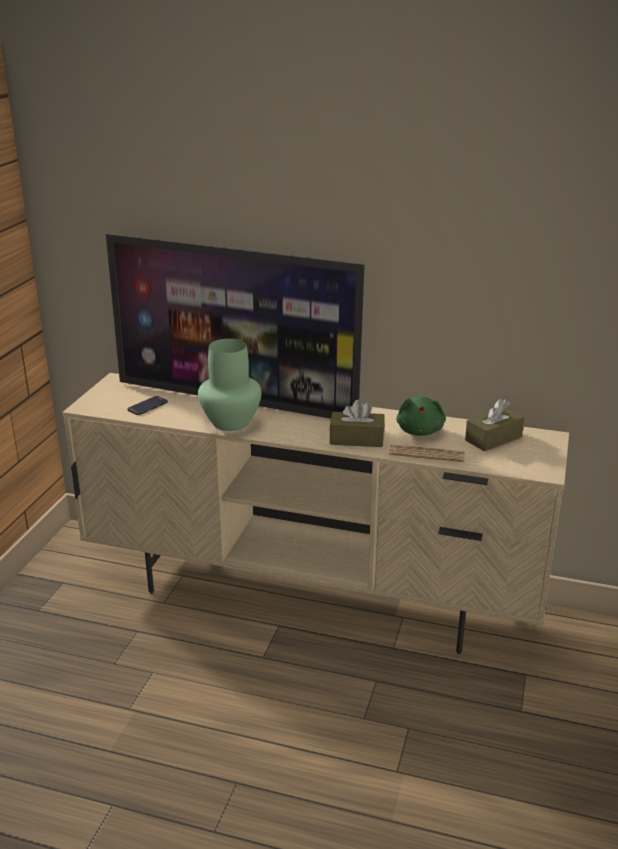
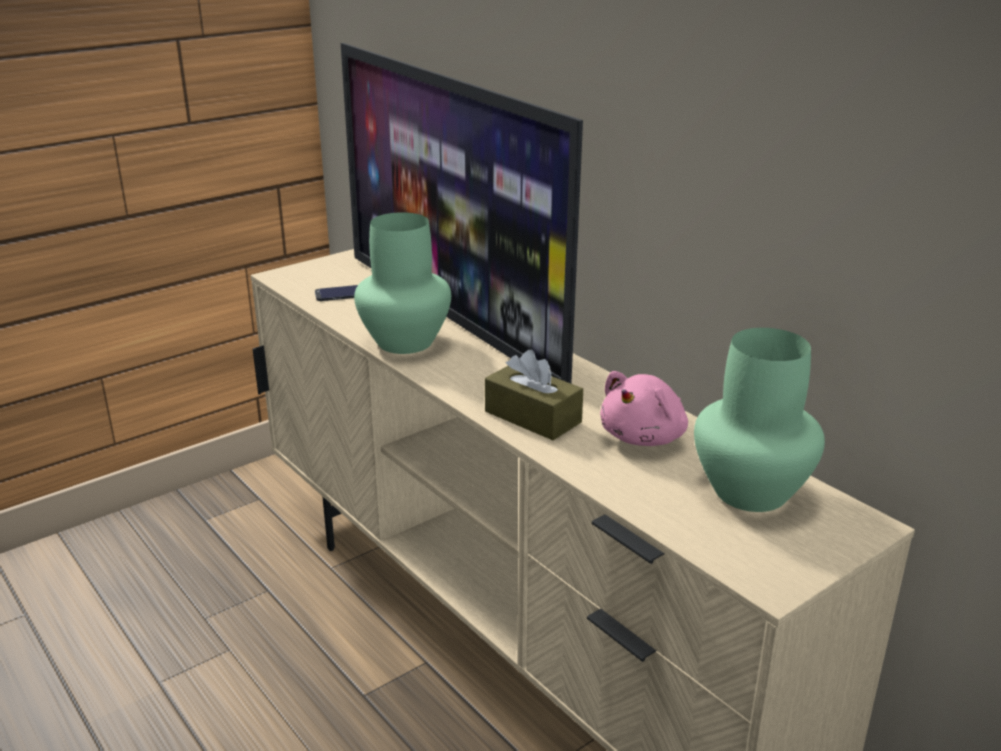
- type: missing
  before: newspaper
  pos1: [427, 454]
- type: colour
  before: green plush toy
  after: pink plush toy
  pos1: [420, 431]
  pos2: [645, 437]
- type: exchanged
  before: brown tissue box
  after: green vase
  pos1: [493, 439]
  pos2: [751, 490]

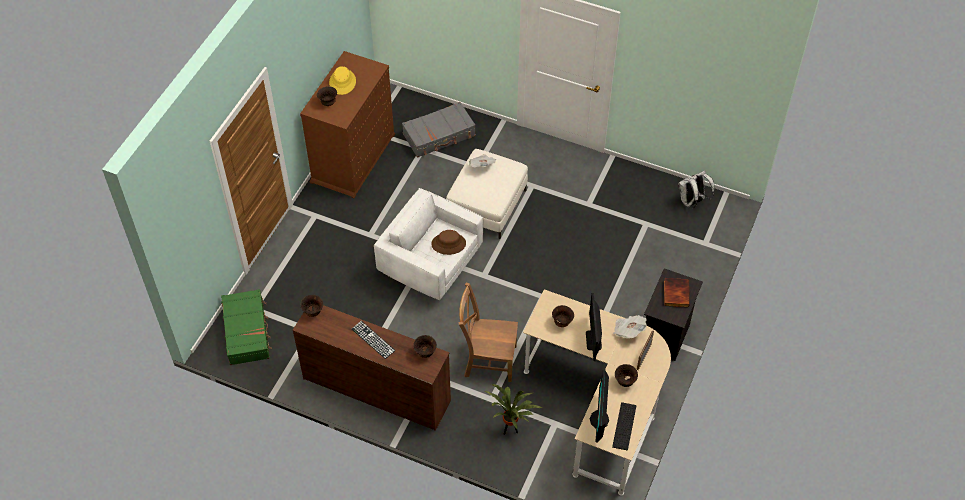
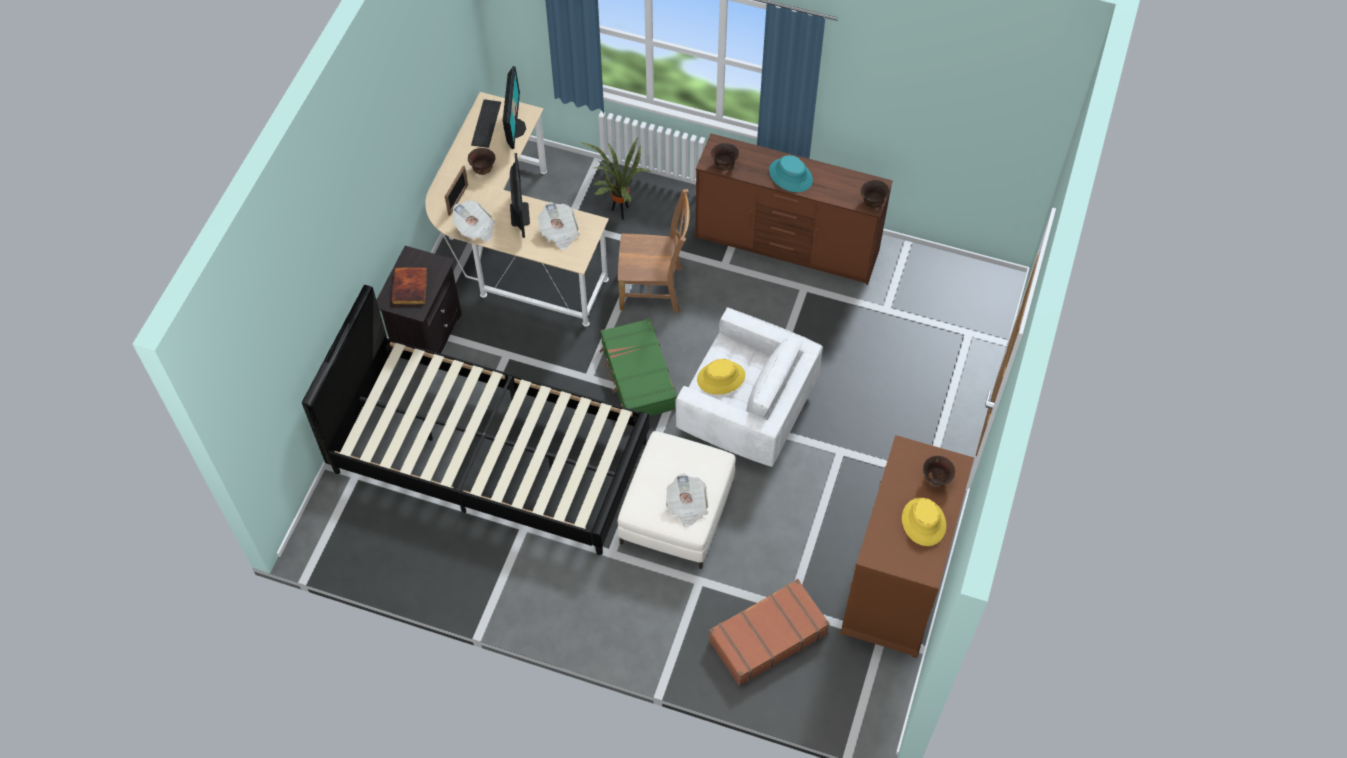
- type: relocated
  before: green suitcase
  pos1: [247, 331]
  pos2: [638, 377]
- type: exchanged
  before: keyboard
  after: turquoise hat
  pos1: [373, 340]
  pos2: [790, 175]
- type: colour
  before: grey suitcase
  after: brown suitcase
  pos1: [439, 135]
  pos2: [767, 636]
- type: colour
  before: brown hat
  after: yellow hat
  pos1: [448, 243]
  pos2: [721, 378]
- type: exchanged
  before: brown bowl
  after: newspaper
  pos1: [562, 322]
  pos2: [559, 233]
- type: missing
  before: white backpack
  pos1: [692, 202]
- type: appeared
  after: black bed
  pos2: [490, 456]

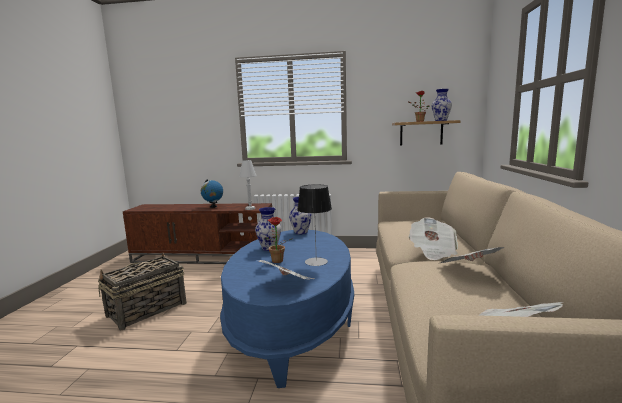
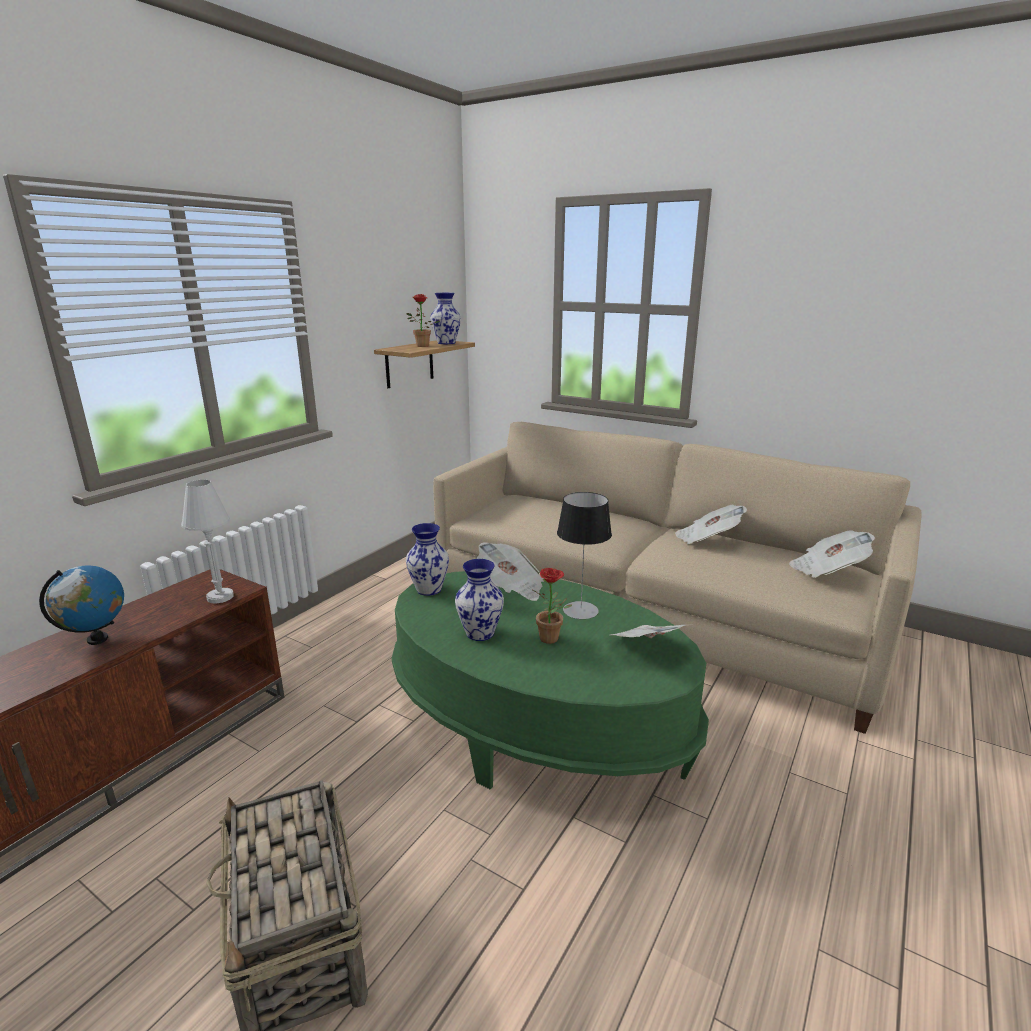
- type: colour
  before: blue coffee table
  after: green coffee table
  pos1: [292, 323]
  pos2: [536, 726]
- type: relocated
  before: newspaper
  pos1: [432, 251]
  pos2: [511, 587]

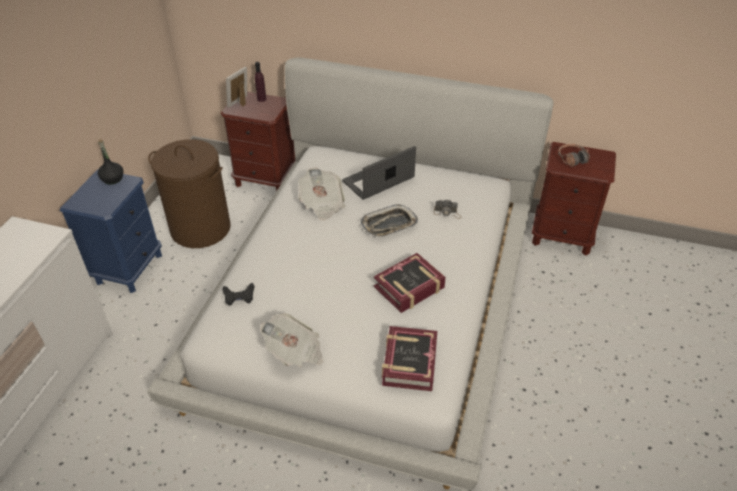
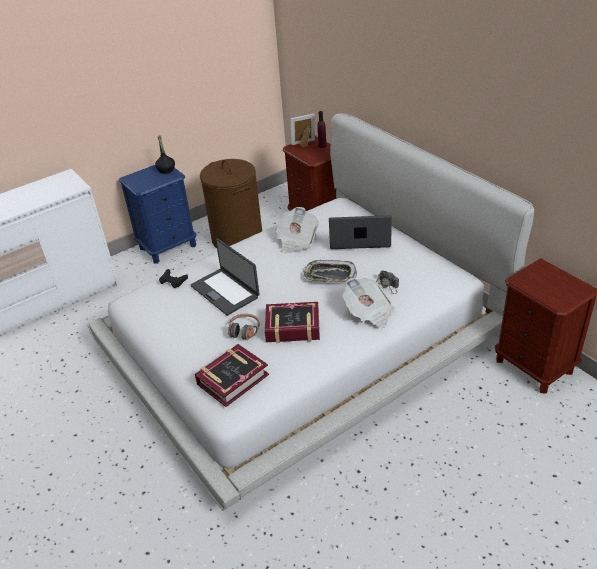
- type: relocated
  before: newspaper
  pos1: [295, 352]
  pos2: [368, 313]
- type: relocated
  before: headphones
  pos1: [572, 159]
  pos2: [244, 331]
- type: appeared
  after: laptop
  pos2: [225, 291]

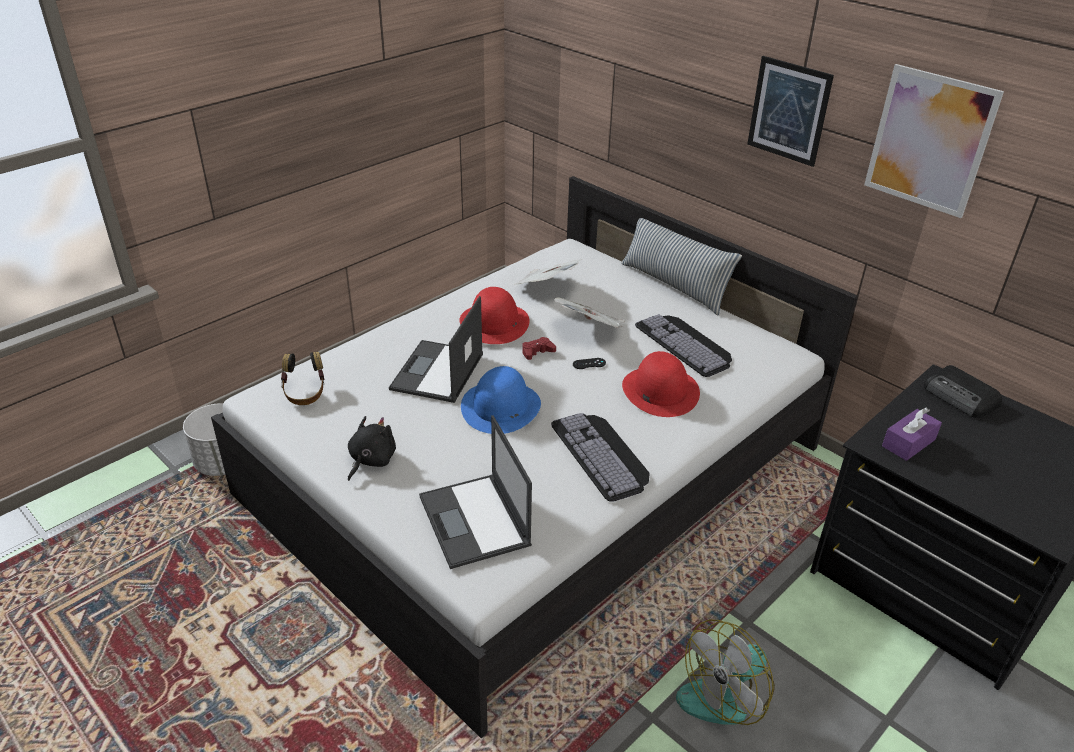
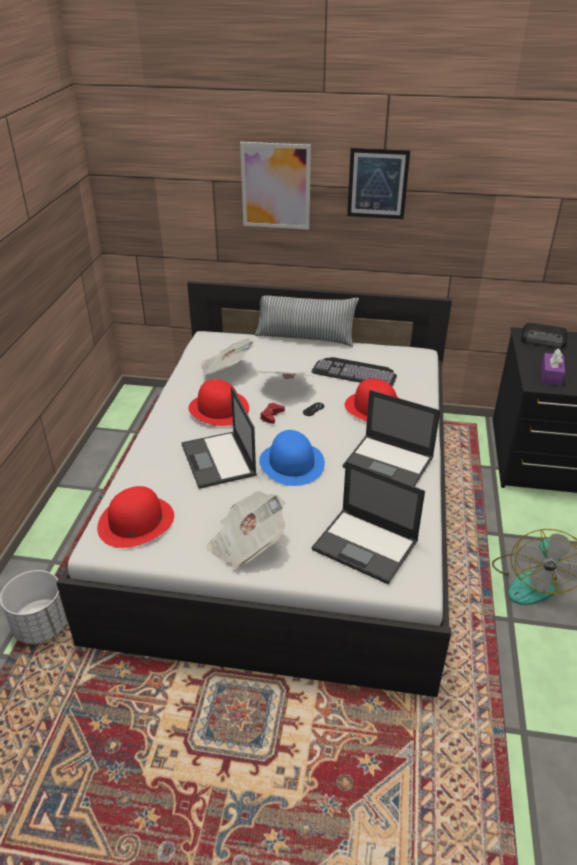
- type: exchanged
  before: headphones
  after: red hat
  pos1: [305, 393]
  pos2: [136, 522]
- type: exchanged
  before: black plush toy
  after: newspaper
  pos1: [371, 460]
  pos2: [246, 543]
- type: exchanged
  before: keyboard
  after: laptop
  pos1: [603, 454]
  pos2: [389, 462]
- type: relocated
  before: picture
  pos1: [929, 141]
  pos2: [276, 186]

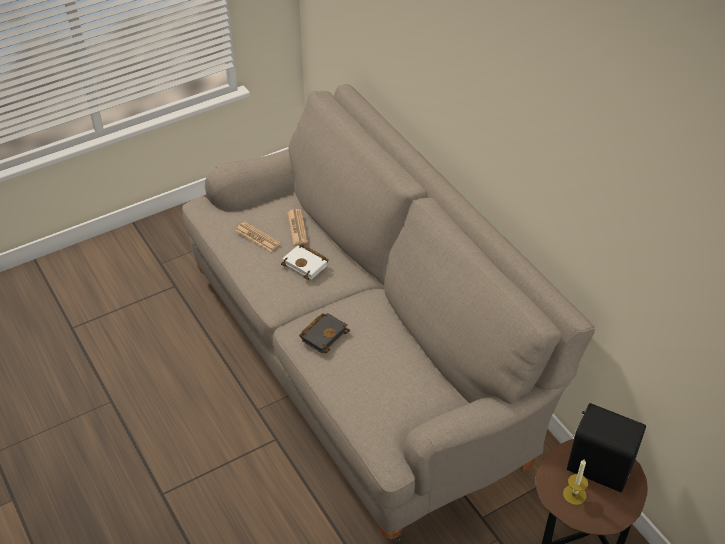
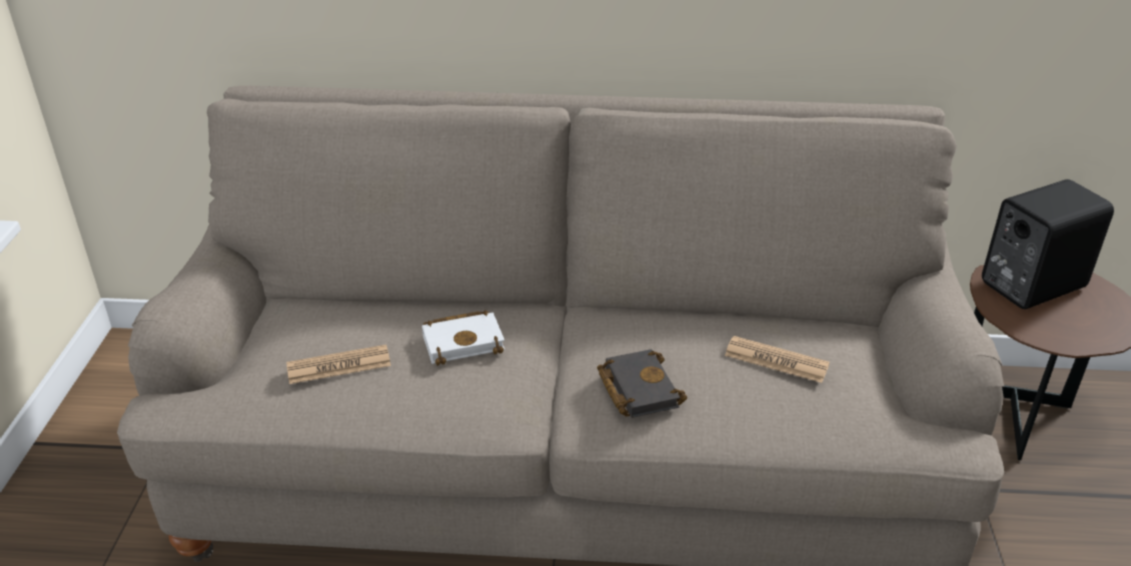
- type: relocated
  before: newspaper
  pos1: [297, 227]
  pos2: [776, 360]
- type: missing
  before: candle
  pos1: [574, 494]

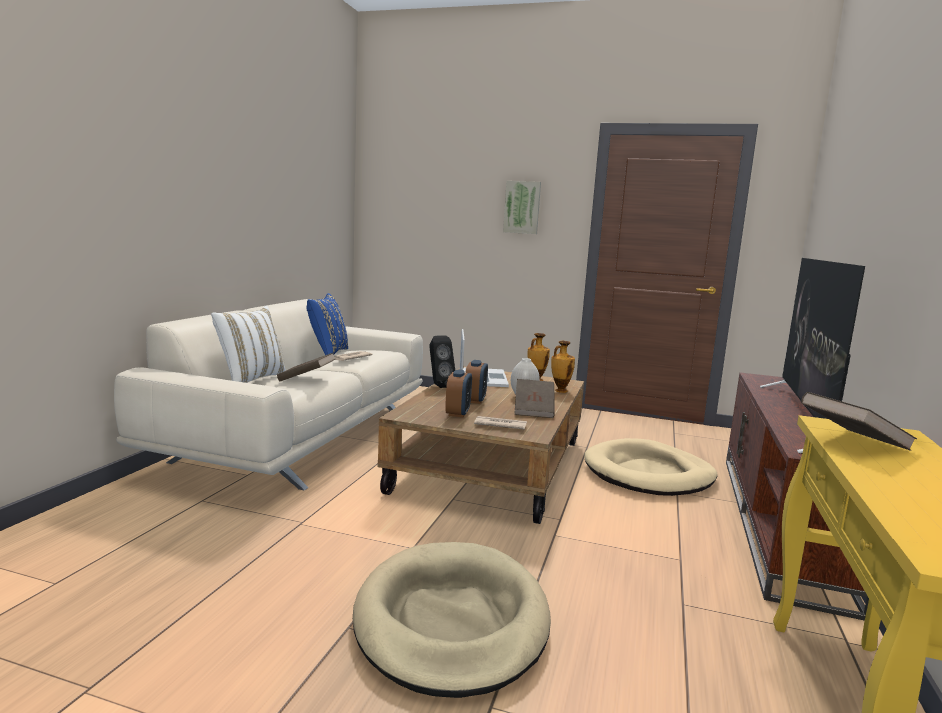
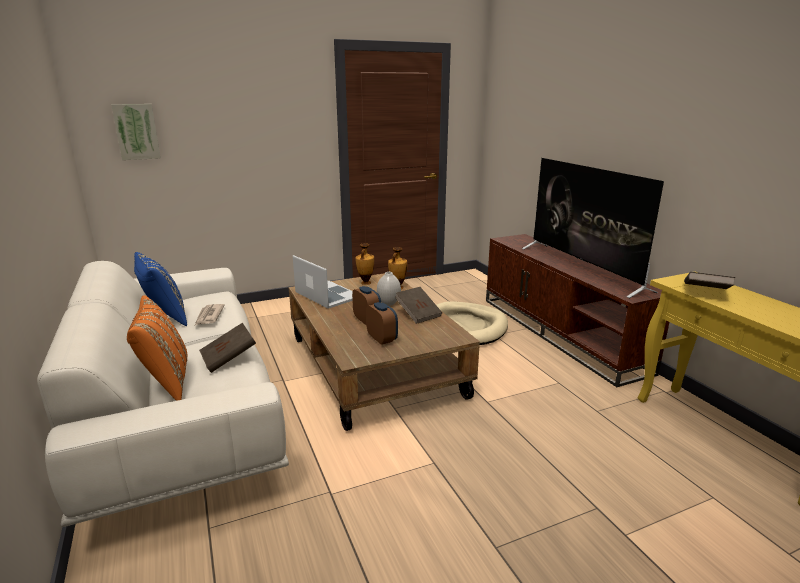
- type: colour
  before: white pillow
  after: orange pillow
  pos1: [250, 380]
  pos2: [166, 383]
- type: missing
  before: beige dog bed
  pos1: [451, 621]
- type: missing
  before: black speaker
  pos1: [438, 386]
- type: missing
  before: newspaper
  pos1: [499, 425]
- type: relocated
  before: picture
  pos1: [522, 207]
  pos2: [137, 131]

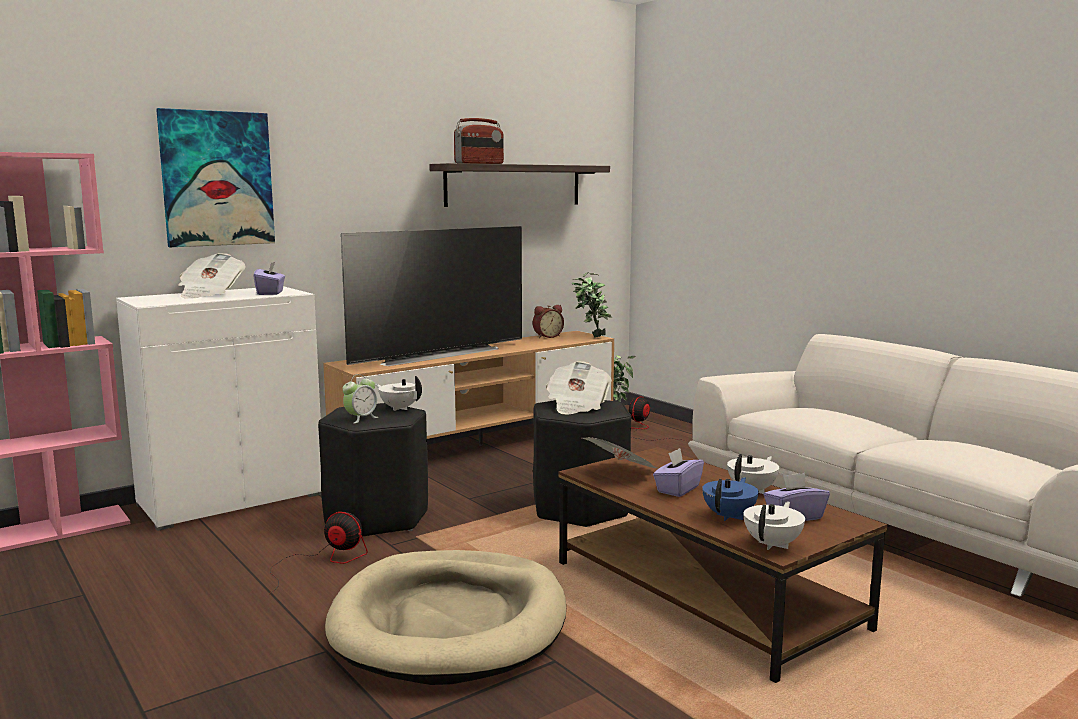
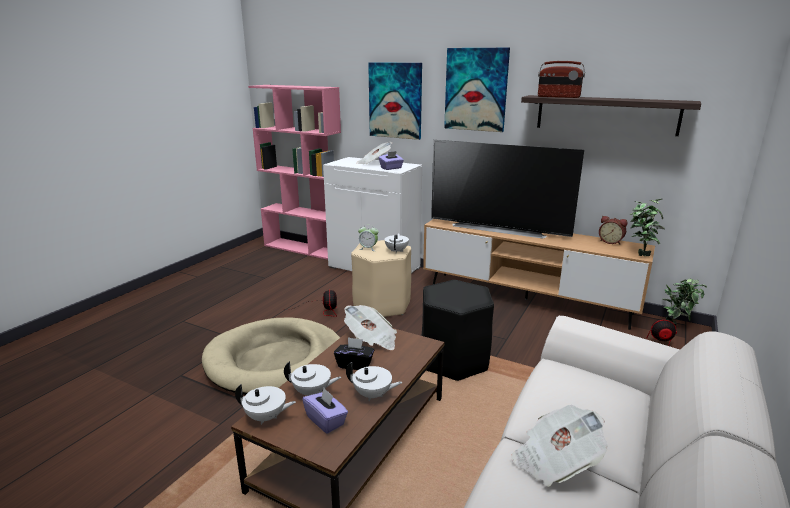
- type: colour
  before: black stool
  after: beige stool
  pos1: [377, 518]
  pos2: [382, 305]
- type: relocated
  before: newspaper
  pos1: [577, 406]
  pos2: [555, 461]
- type: colour
  before: purple tissue box
  after: black tissue box
  pos1: [677, 489]
  pos2: [355, 364]
- type: colour
  before: blue teapot
  after: white teapot
  pos1: [730, 516]
  pos2: [312, 392]
- type: appeared
  after: picture
  pos2: [476, 89]

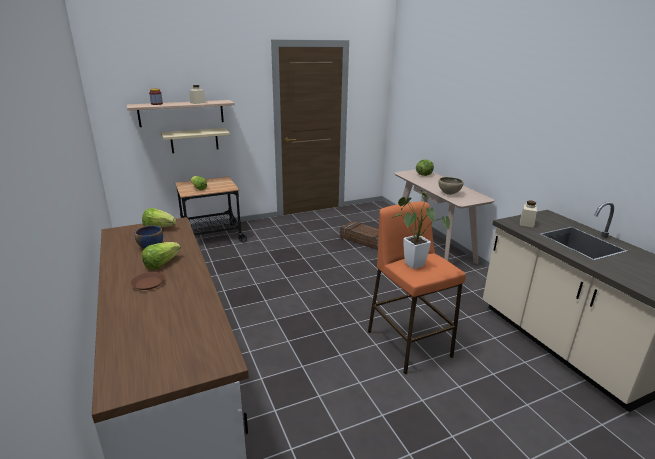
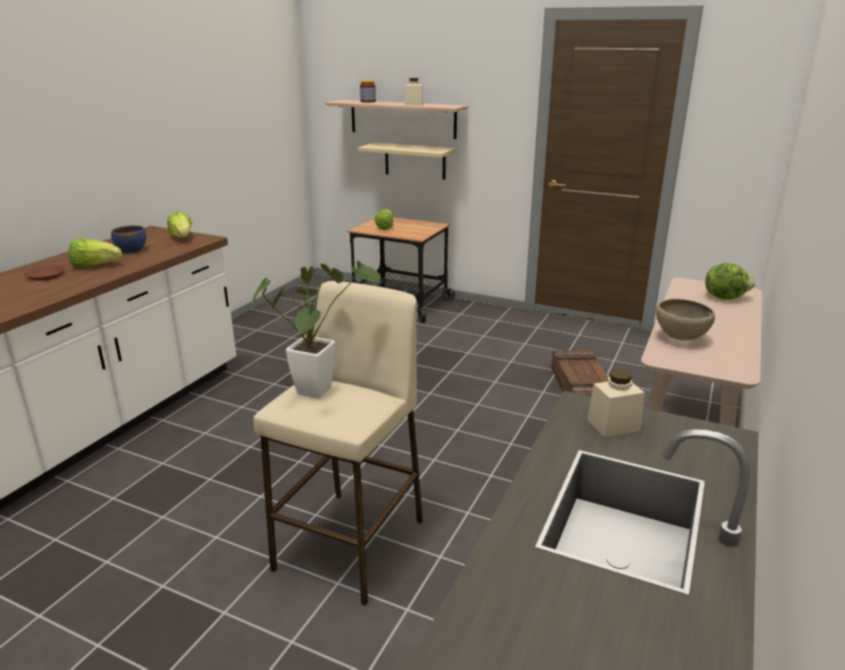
- type: colour
  before: orange stool
  after: beige stool
  pos1: [408, 343]
  pos2: [351, 543]

